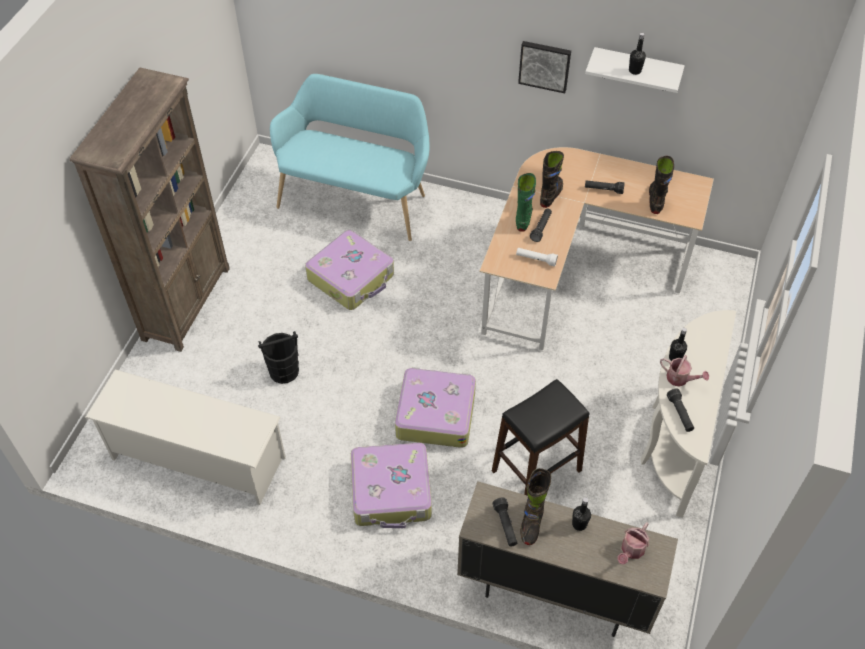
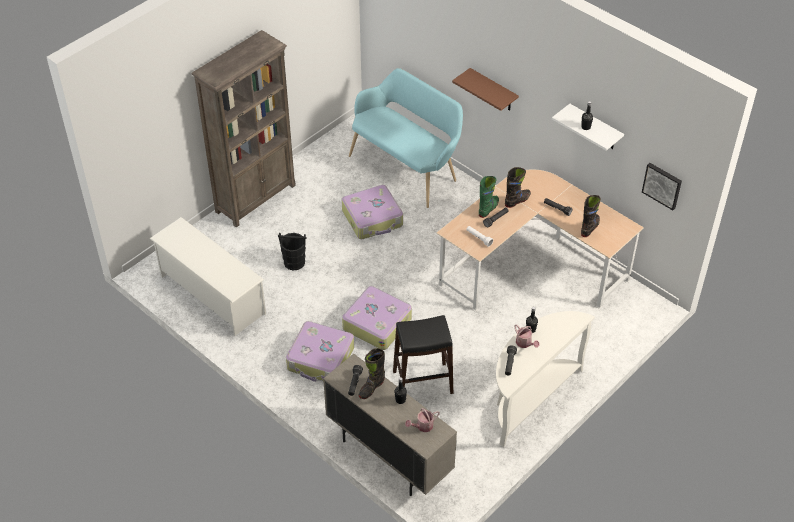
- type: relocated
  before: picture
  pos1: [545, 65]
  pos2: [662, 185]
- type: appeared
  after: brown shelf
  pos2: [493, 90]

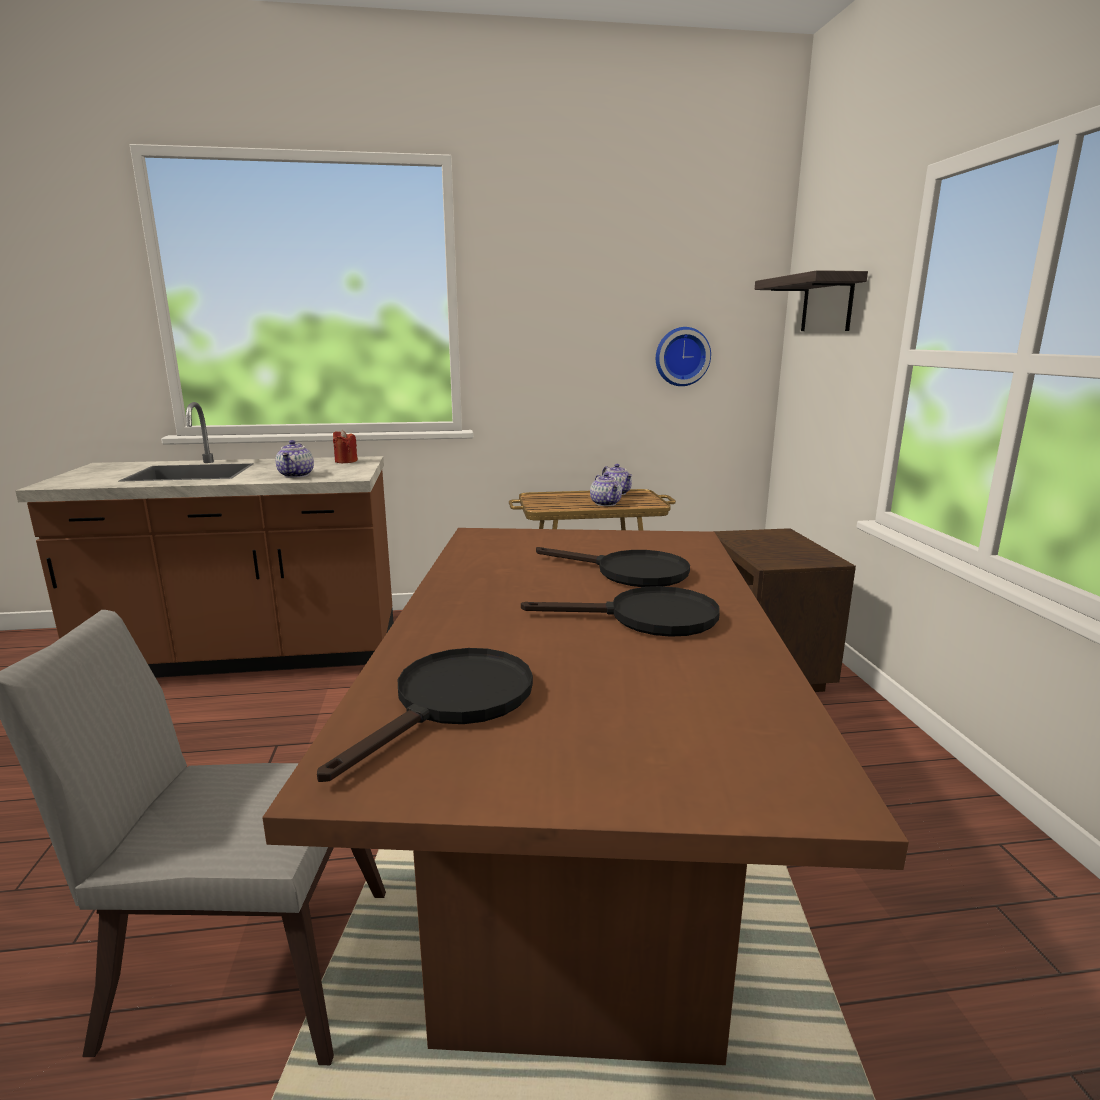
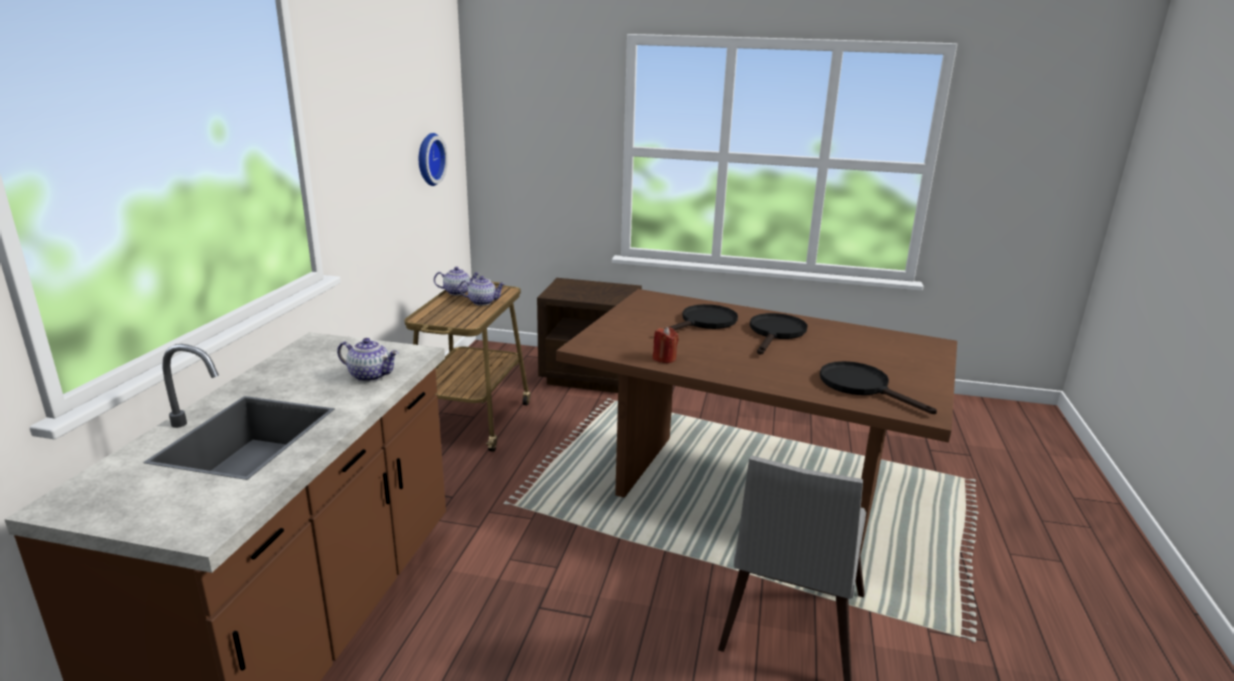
- type: relocated
  before: red candle
  pos1: [346, 461]
  pos2: [664, 358]
- type: missing
  before: shelf
  pos1: [827, 304]

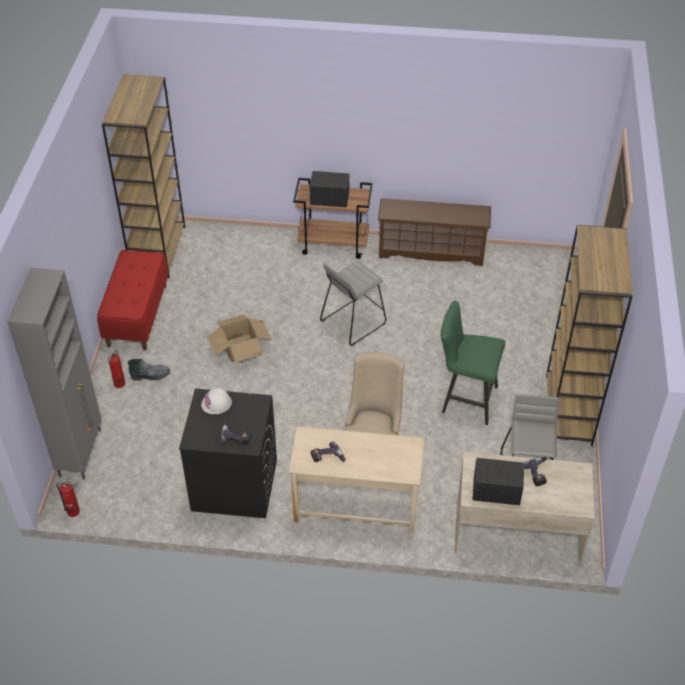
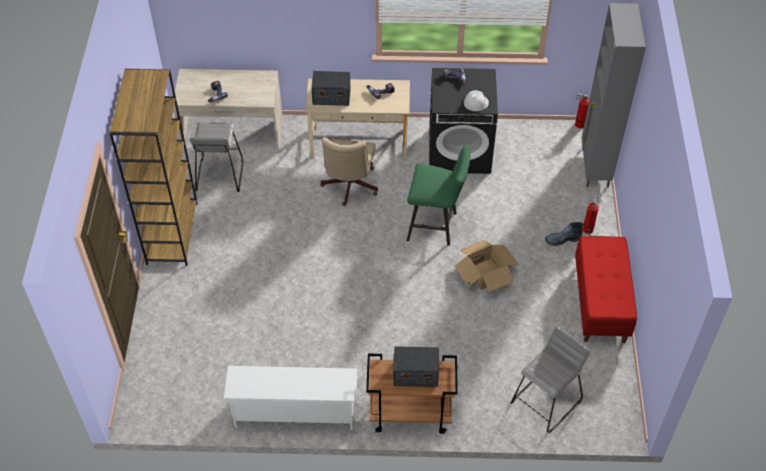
- type: missing
  before: brown bookcase
  pos1: [158, 250]
- type: relocated
  before: grey stool
  pos1: [352, 322]
  pos2: [546, 402]
- type: colour
  before: brown shoe rack
  after: white shoe rack
  pos1: [432, 251]
  pos2: [294, 413]
- type: relocated
  before: green stool
  pos1: [465, 399]
  pos2: [436, 226]
- type: relocated
  before: radio
  pos1: [497, 490]
  pos2: [331, 96]

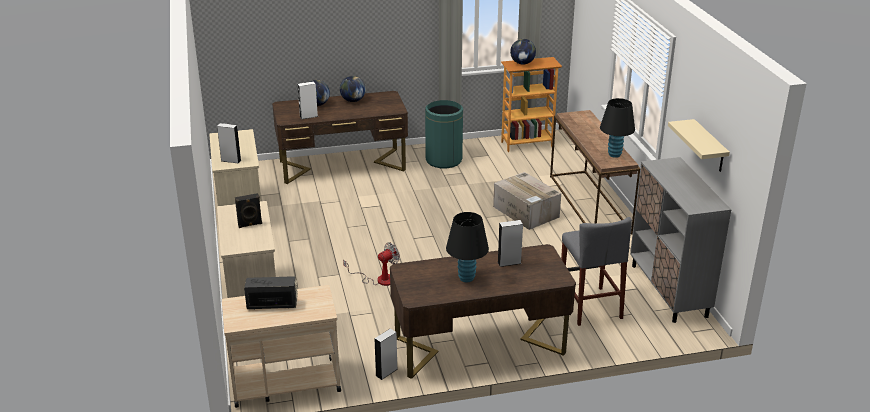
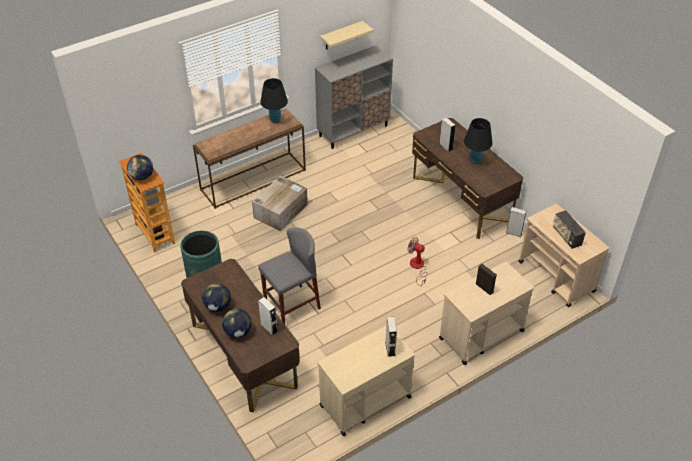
- type: relocated
  before: grey stool
  pos1: [590, 306]
  pos2: [292, 306]

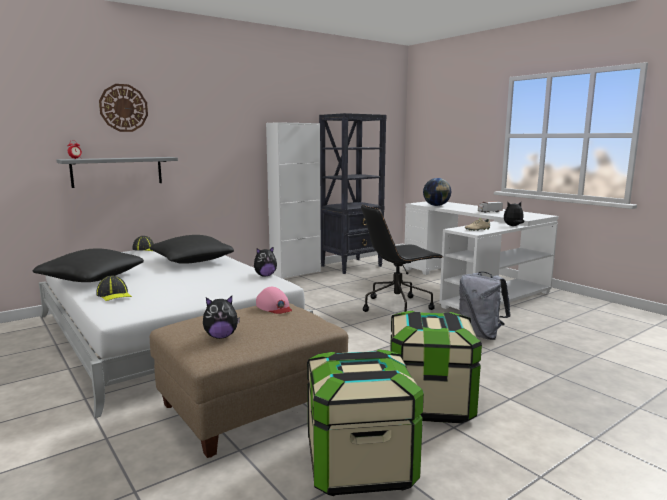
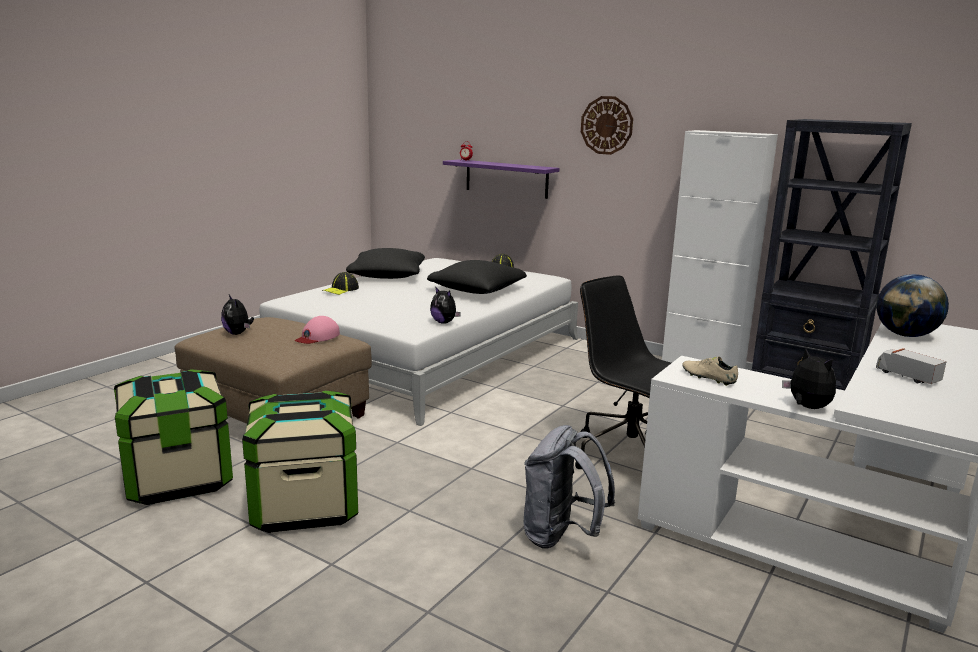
- type: colour
  before: grey shelf
  after: purple shelf
  pos1: [117, 171]
  pos2: [506, 178]
- type: relocated
  before: wall clock
  pos1: [123, 108]
  pos2: [606, 125]

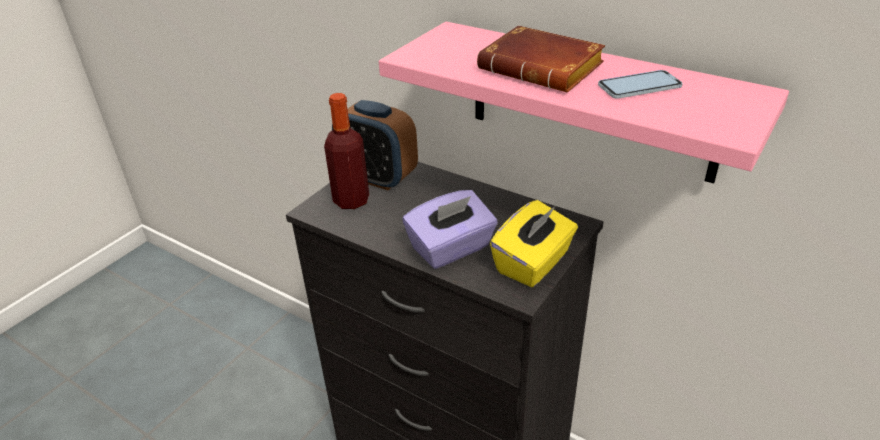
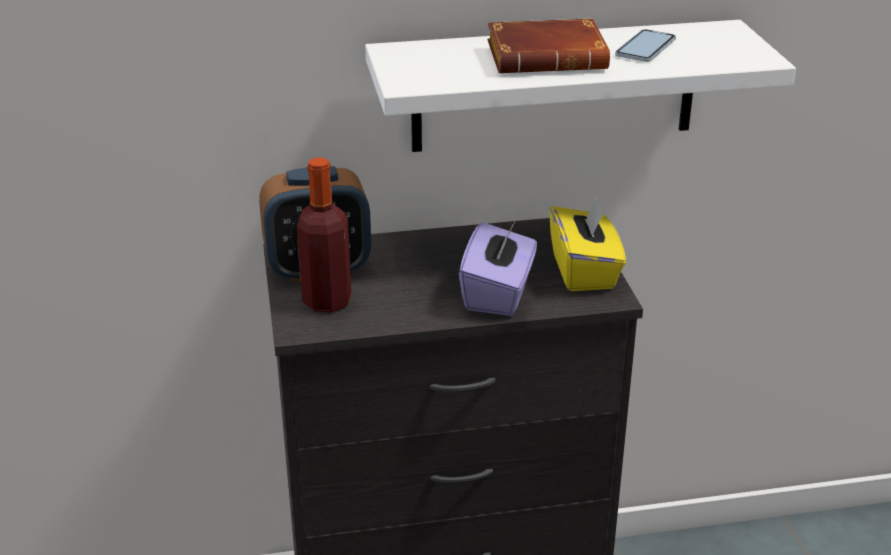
- type: colour
  before: pink shelf
  after: white shelf
  pos1: [590, 101]
  pos2: [554, 86]

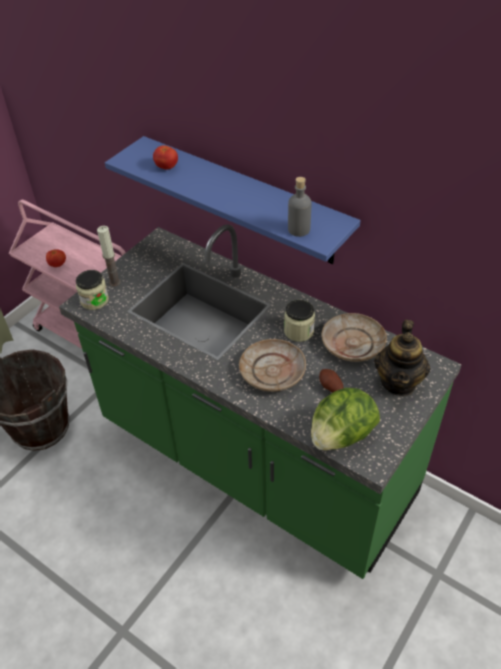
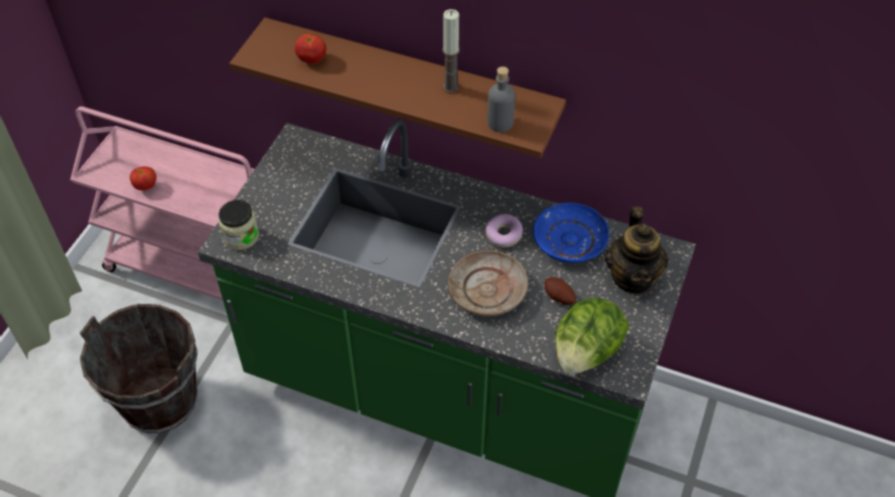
- type: relocated
  before: candle
  pos1: [115, 282]
  pos2: [450, 87]
- type: colour
  before: blue shelf
  after: brown shelf
  pos1: [244, 200]
  pos2: [411, 85]
- type: exchanged
  before: jar
  after: donut
  pos1: [299, 331]
  pos2: [503, 235]
- type: colour
  before: beige plate
  after: blue plate
  pos1: [352, 344]
  pos2: [569, 240]

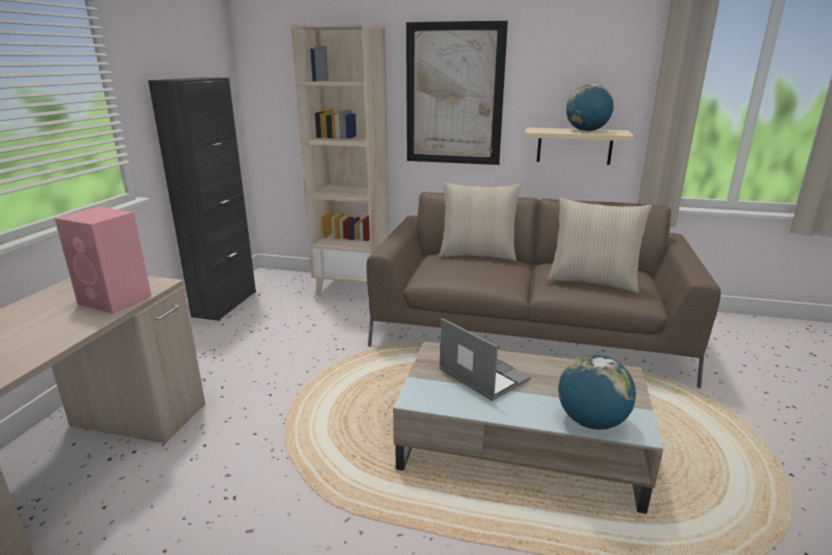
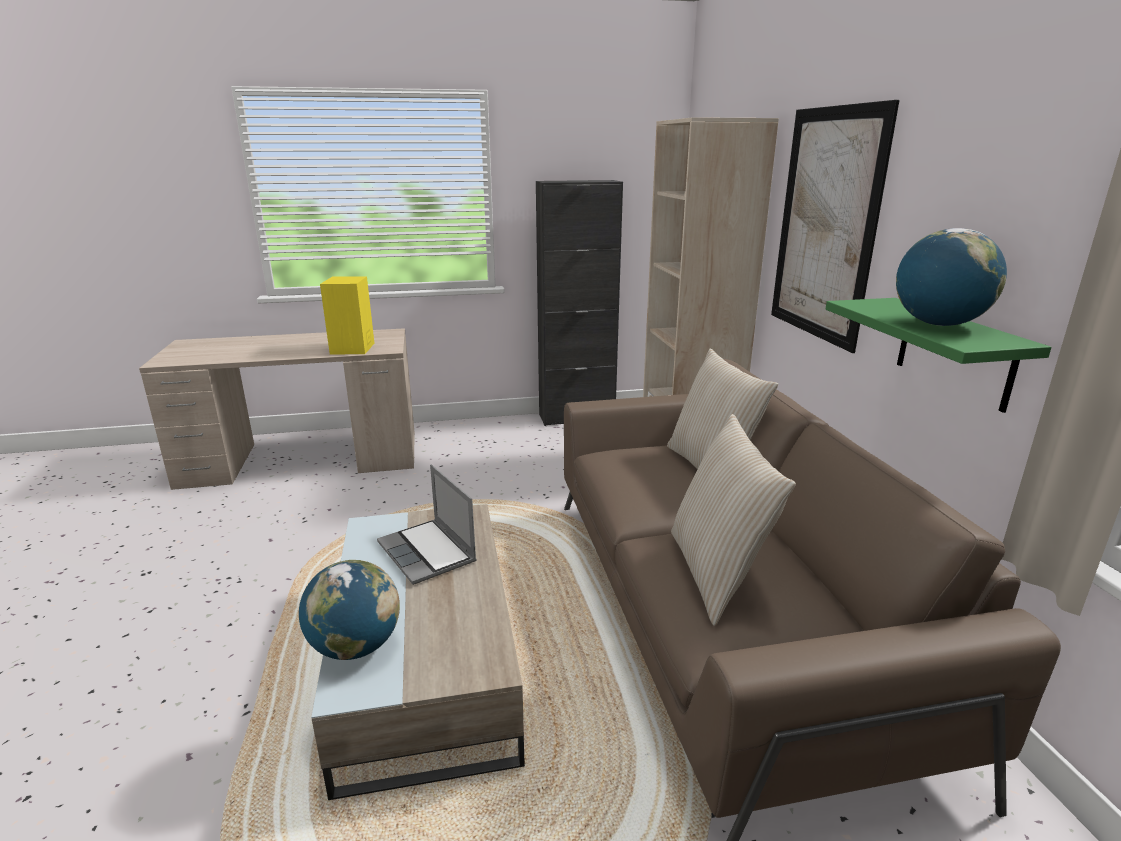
- type: colour
  before: pink speaker
  after: yellow speaker
  pos1: [116, 300]
  pos2: [352, 349]
- type: spun
  before: laptop
  pos1: [481, 375]
  pos2: [428, 553]
  turn: 120
- type: colour
  before: beige shelf
  after: green shelf
  pos1: [574, 146]
  pos2: [954, 353]

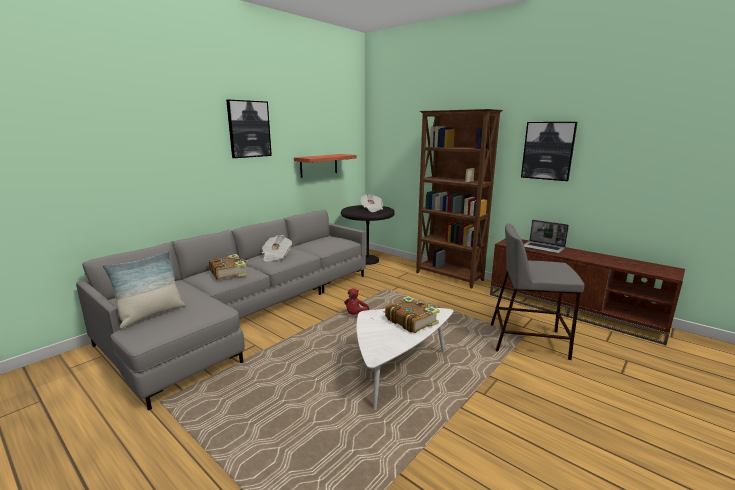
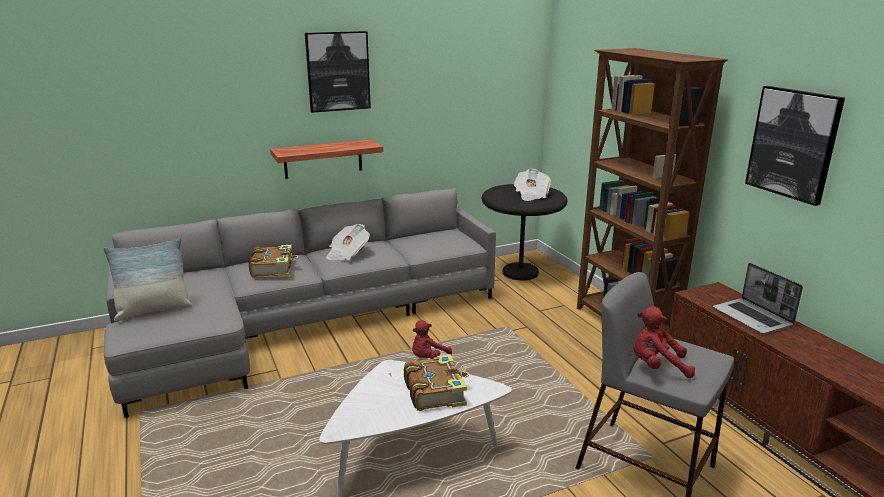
- type: relocated
  before: shelf
  pos1: [319, 165]
  pos2: [323, 159]
- type: appeared
  after: red plush toy
  pos2: [657, 366]

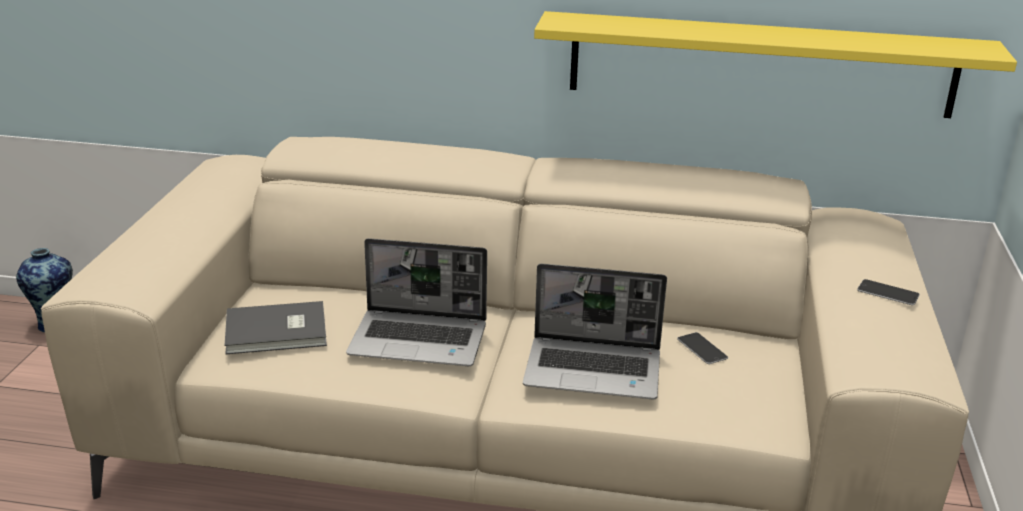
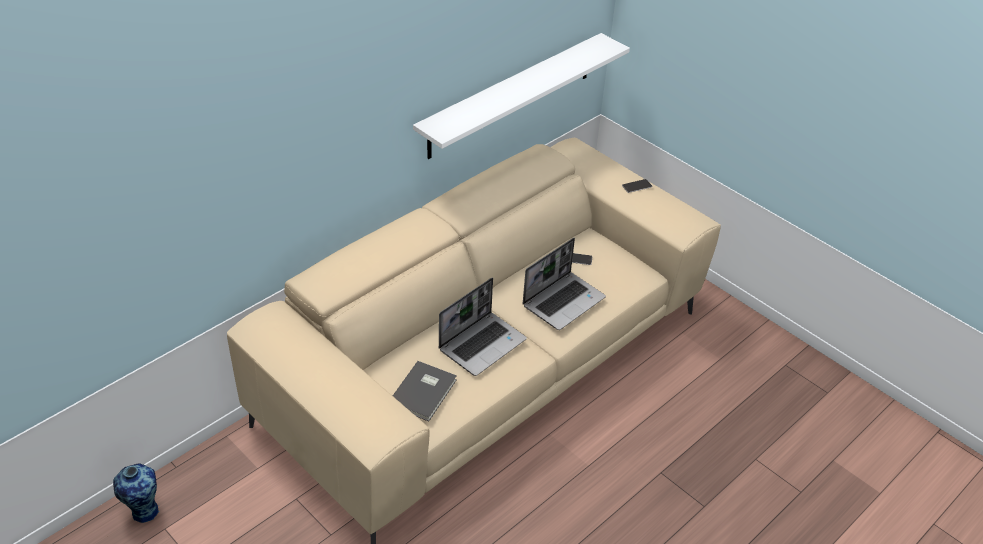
- type: colour
  before: yellow shelf
  after: white shelf
  pos1: [760, 64]
  pos2: [511, 95]

